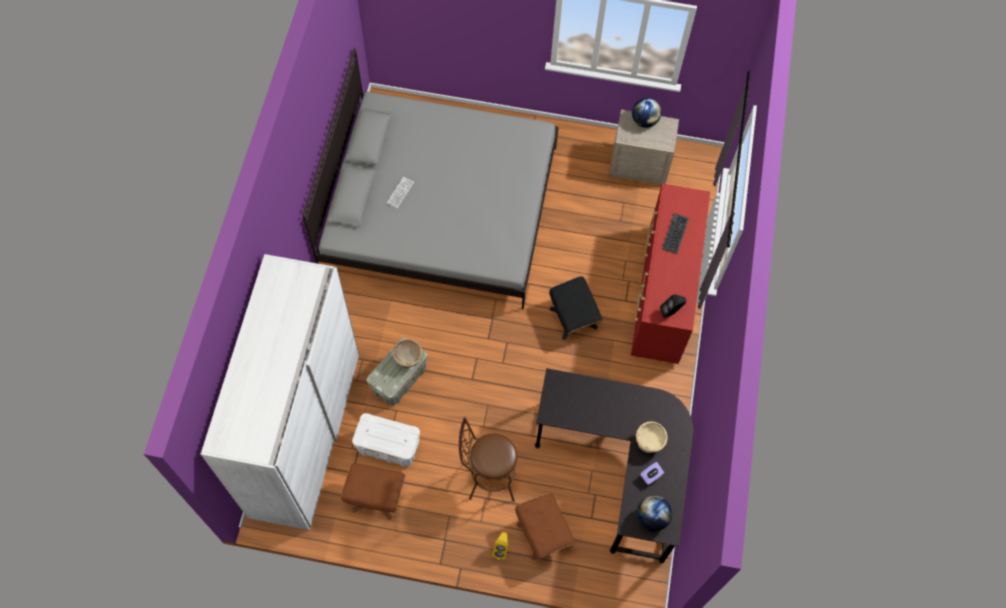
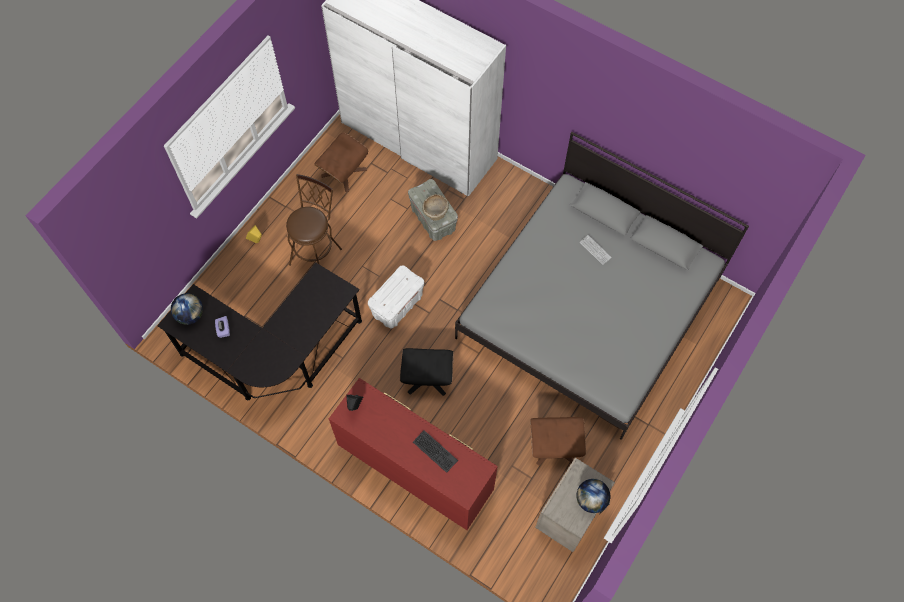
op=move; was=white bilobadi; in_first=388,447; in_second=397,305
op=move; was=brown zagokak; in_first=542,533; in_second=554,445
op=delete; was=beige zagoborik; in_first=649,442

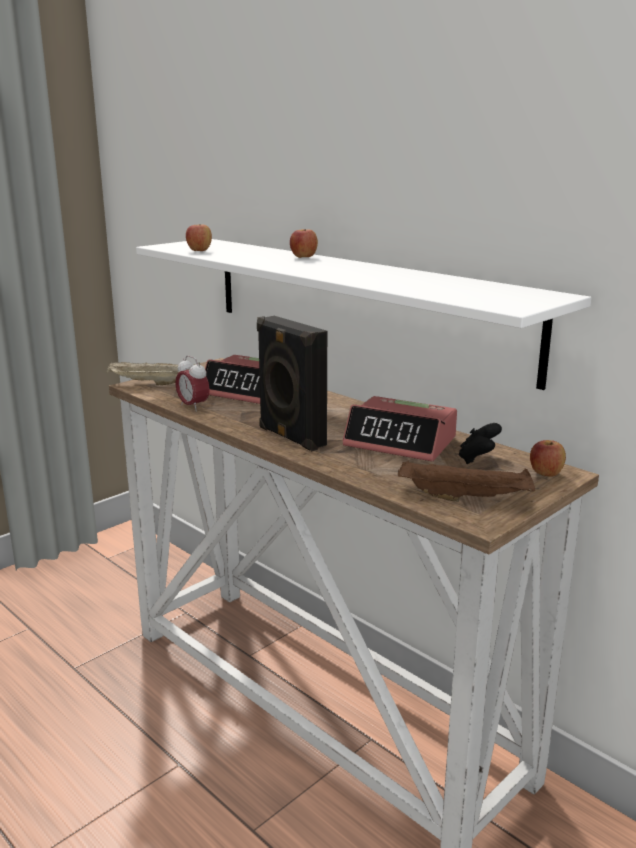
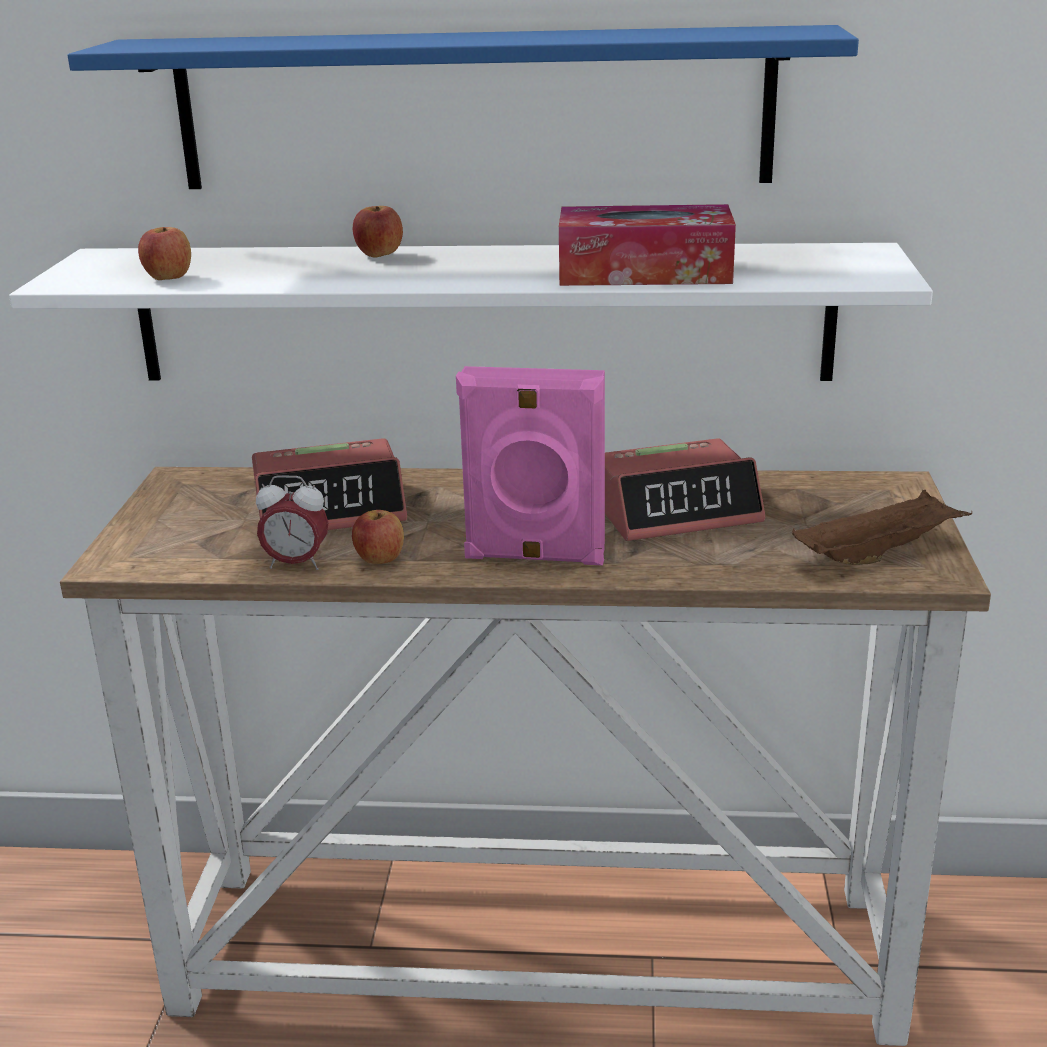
op=delete; was=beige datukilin; in_first=152,384
op=recolor; was=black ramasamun; now=pink ramasamun; in_first=290,437; in_second=534,557
op=delete; was=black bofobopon; in_first=478,459
op=move; was=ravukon; in_first=545,474; in_second=379,560
op=insert; now=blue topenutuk; in_second=472,110
op=insert; now=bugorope; in_second=644,273

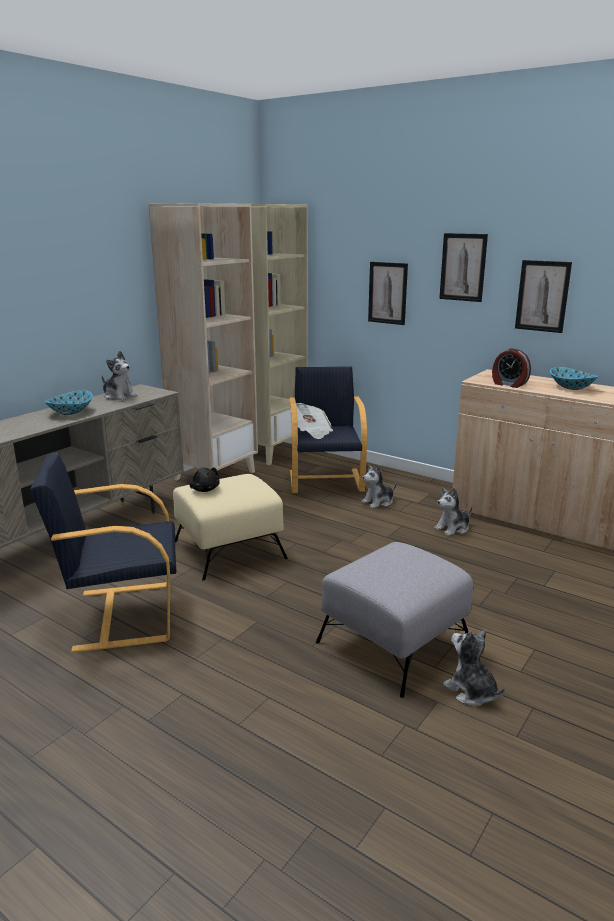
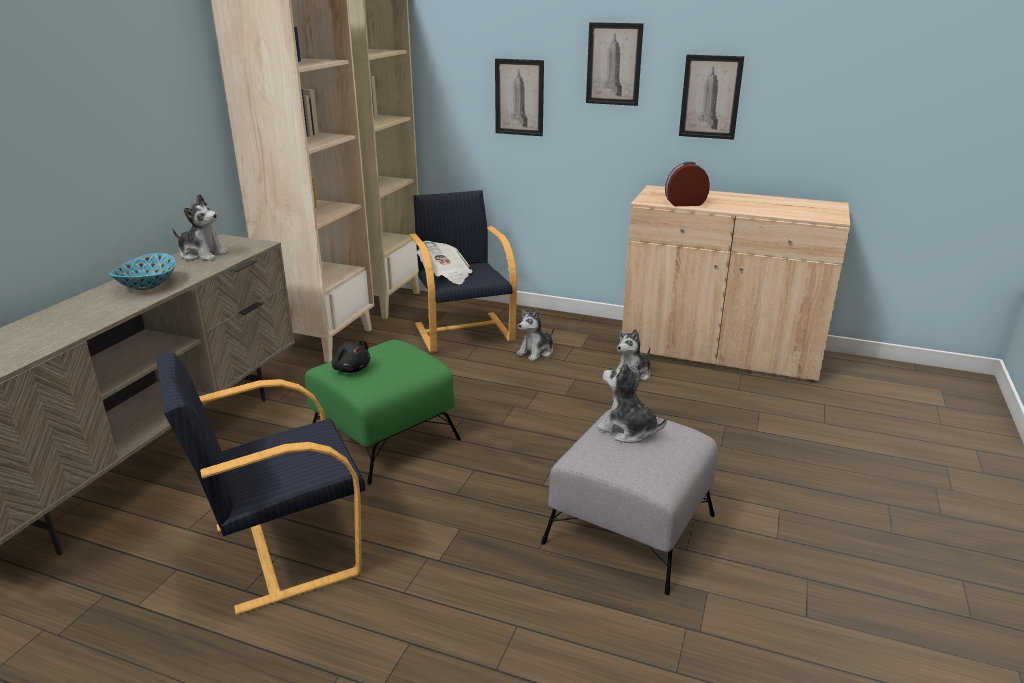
op=recolor; was=beige zagokak; now=green zagokak; in_first=230,549; in_second=385,437
op=move; was=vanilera; in_first=471,692; in_second=628,431
op=rotate; was=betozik; in_first=509,384; in_second=685,203; clockwise=150
op=delete; was=zagoborik; in_first=571,387

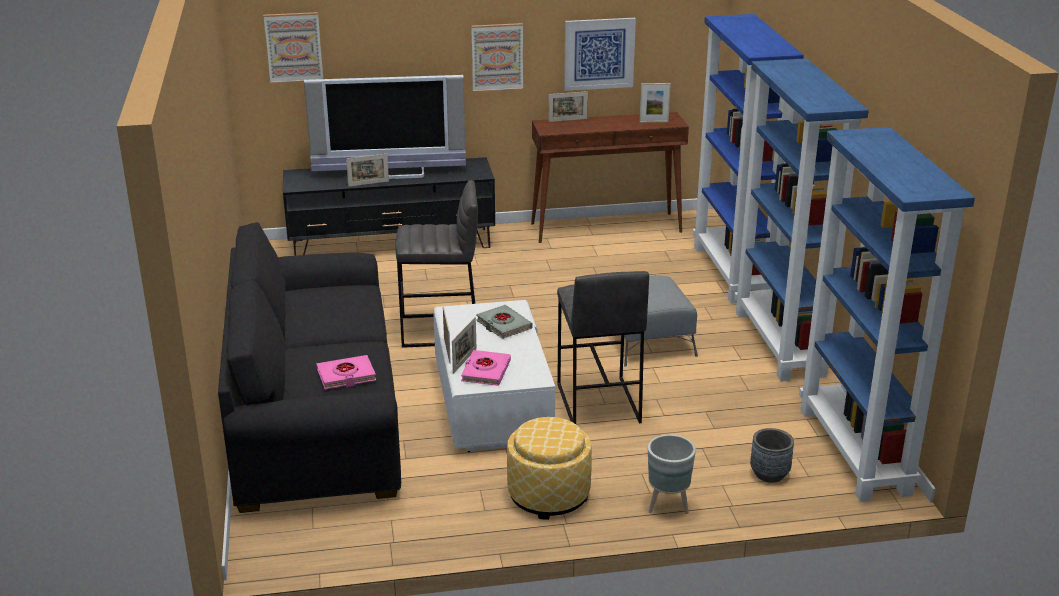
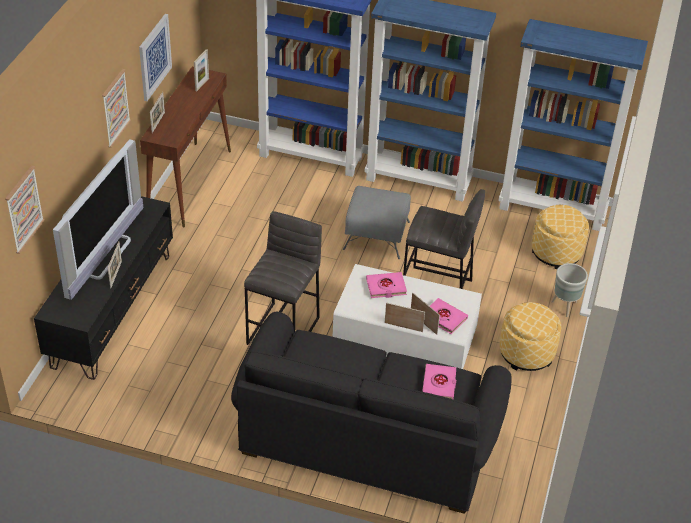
op=recolor; was=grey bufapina; now=pink bufapina; in_first=503,325; in_second=386,287
op=replace; was=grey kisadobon; now=zagokak; in_first=769,474; in_second=556,252

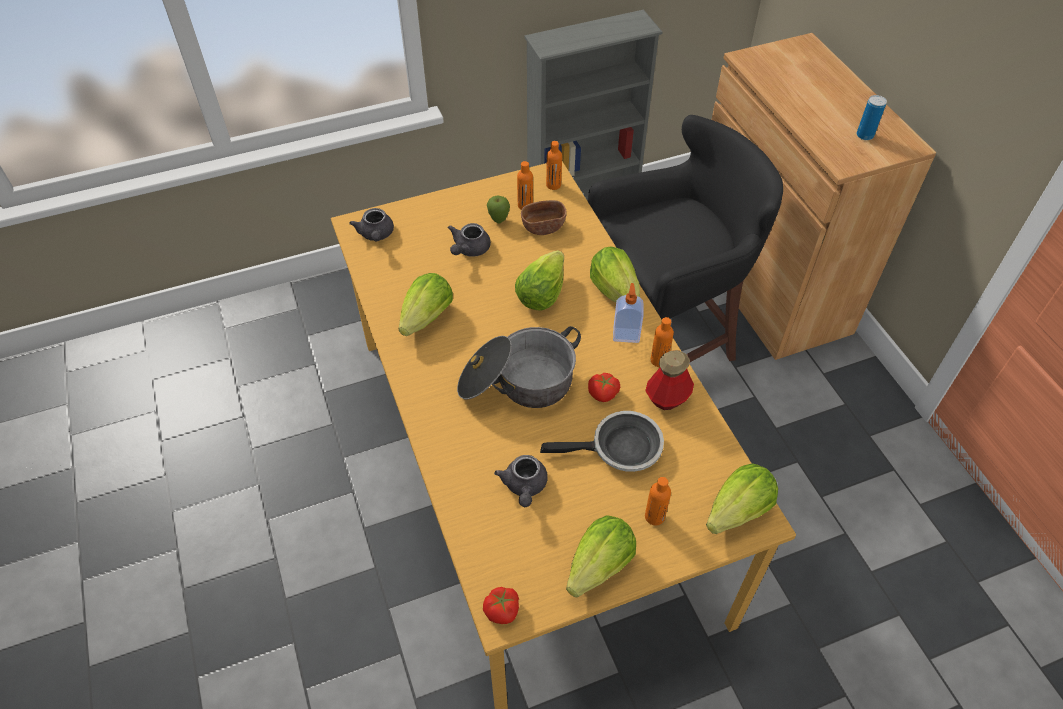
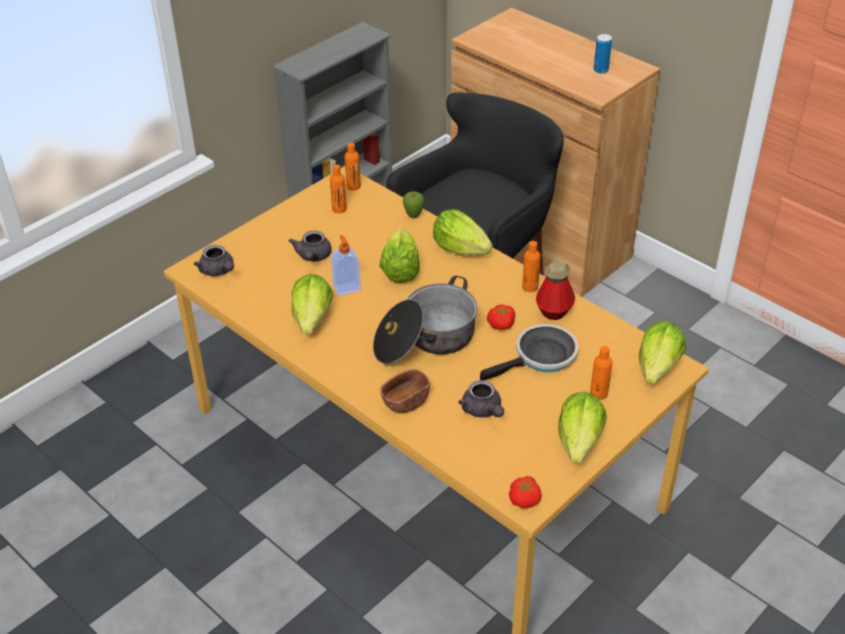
op=move; was=ravukon; in_first=498,220; in_second=413,216
op=move; was=brown zagoborik; in_first=543,226; in_second=405,401
op=move; was=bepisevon; in_first=626,334; in_second=346,288

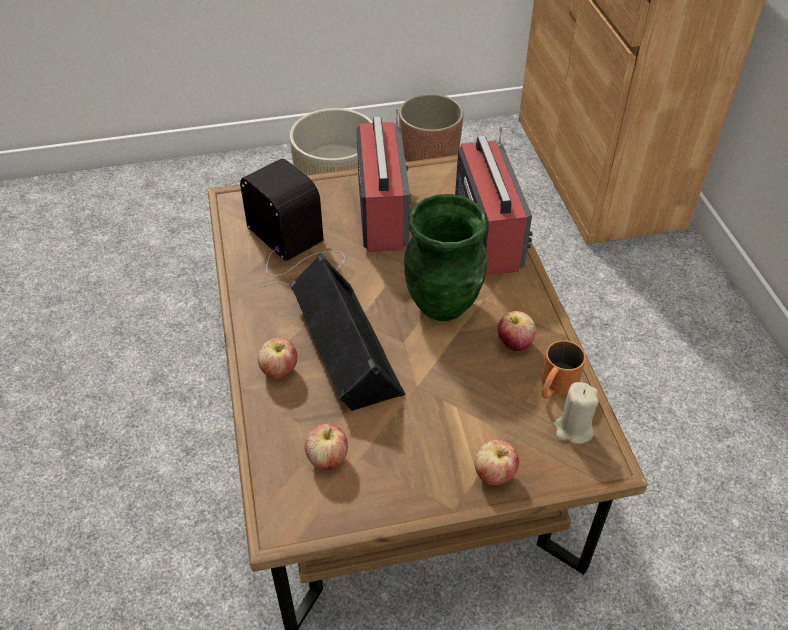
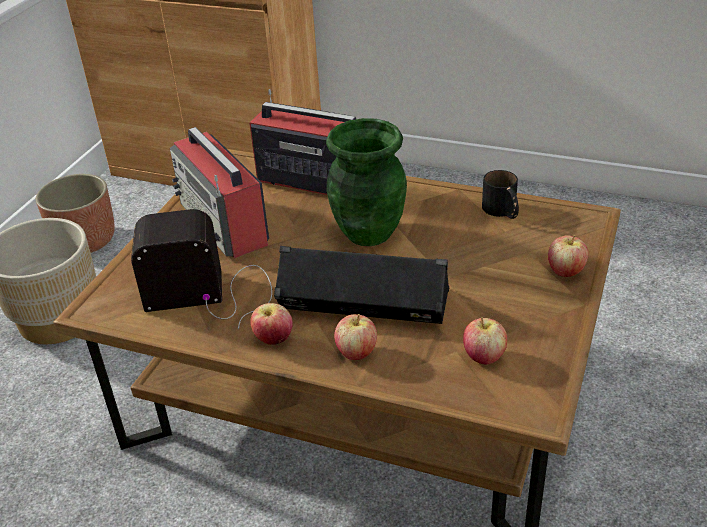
op=rotate; was=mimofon; in_first=382,211; in_second=224,224; clockwise=-150
op=move; was=ravukon; in_first=514,343; in_second=273,339
op=recolor; was=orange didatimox; now=black didatimox; in_first=555,385; in_second=503,211
op=delete; was=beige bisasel; in_first=573,429

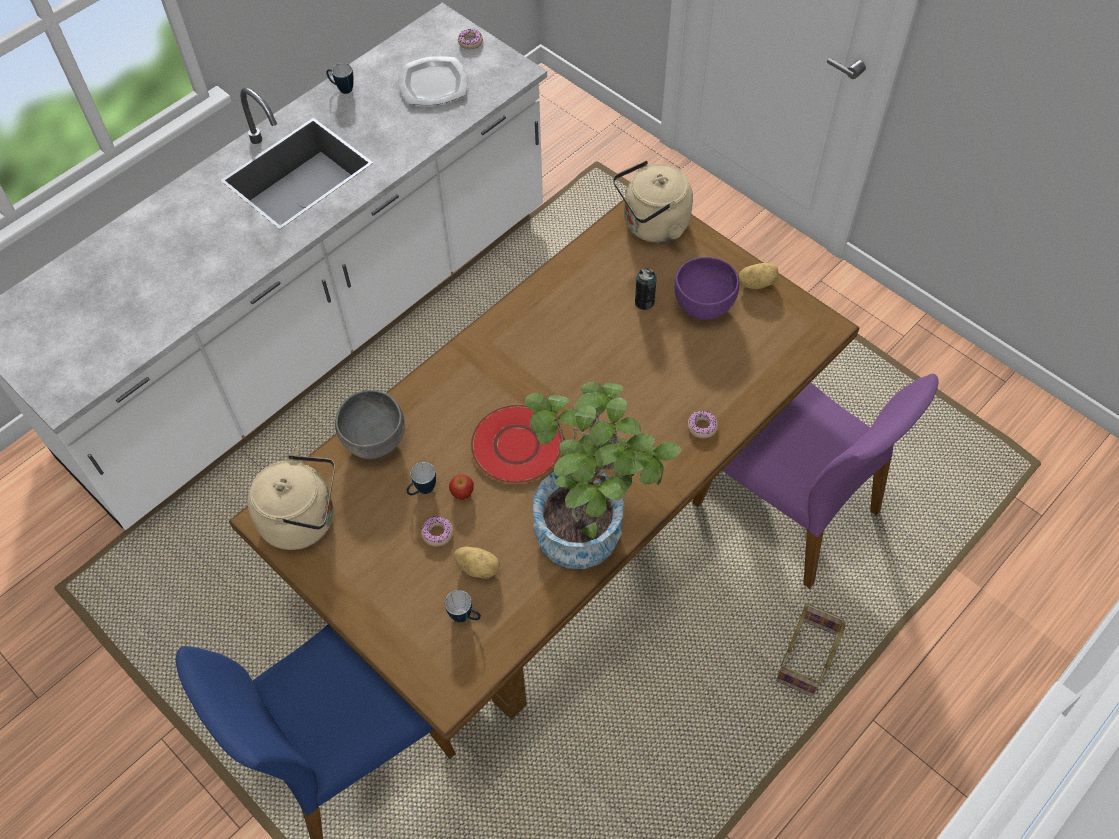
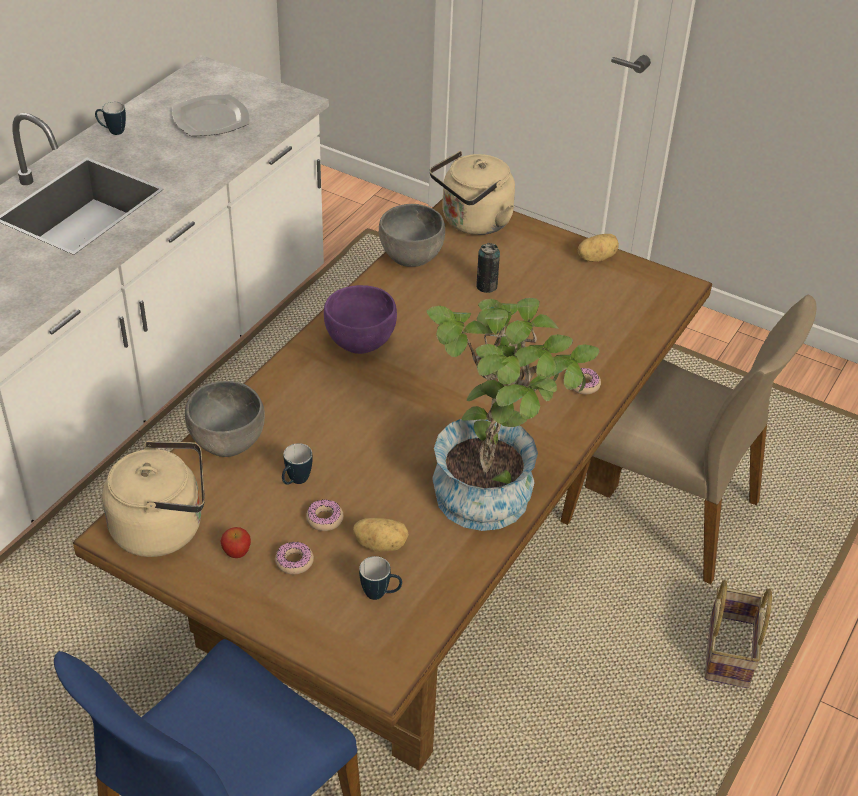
op=move; was=ravukon; in_first=462,493; in_second=237,552
op=move; was=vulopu; in_first=470,42; in_second=294,561
op=delete; was=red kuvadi; in_first=517,445
op=move; was=purple zagoborik; in_first=703,306; in_second=360,343
op=recolor; was=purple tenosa; now=beige tenosa; in_first=789,507; in_second=664,511
op=insert; now=grey zagoborik; in_second=411,258

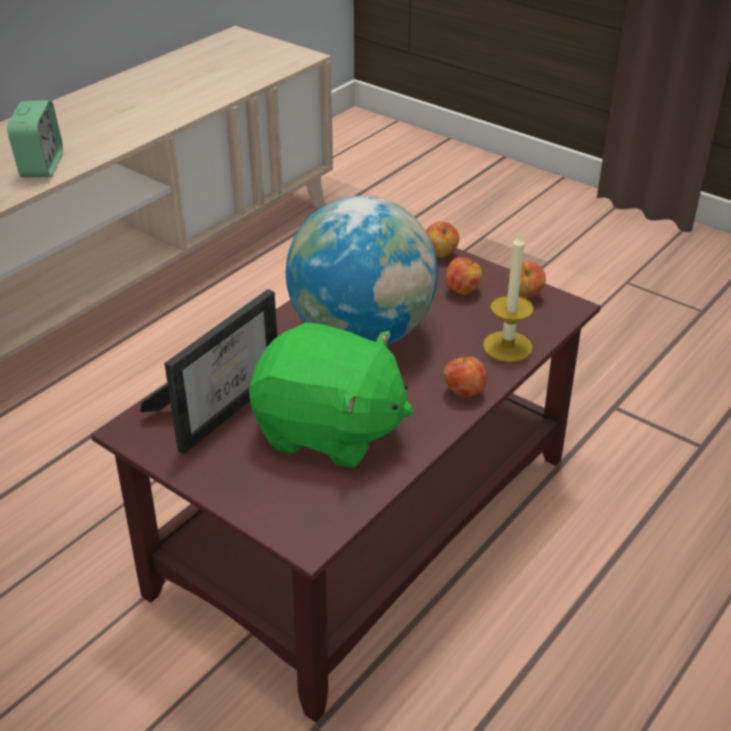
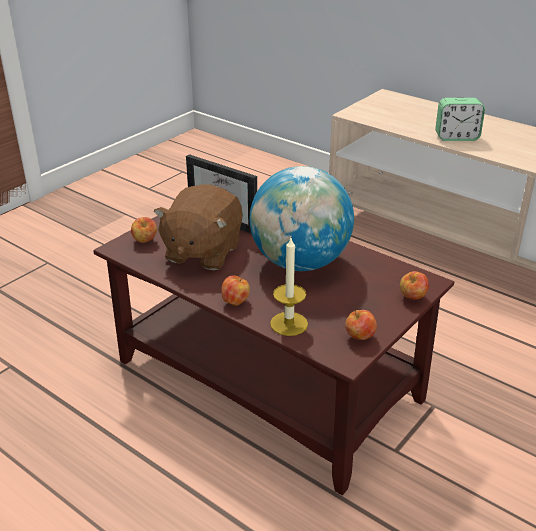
op=recolor; was=green vanilera; now=brown vanilera; in_first=329,431; in_second=202,252
op=move; was=ravukon; in_first=462,291; in_second=145,241

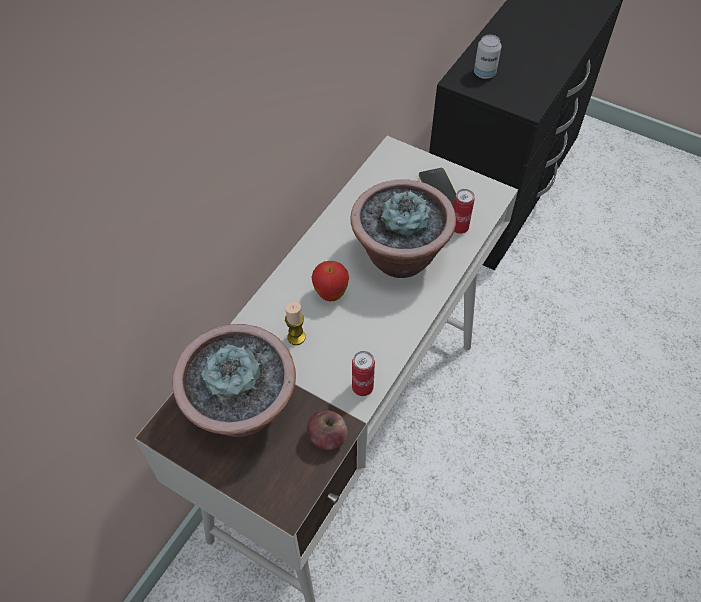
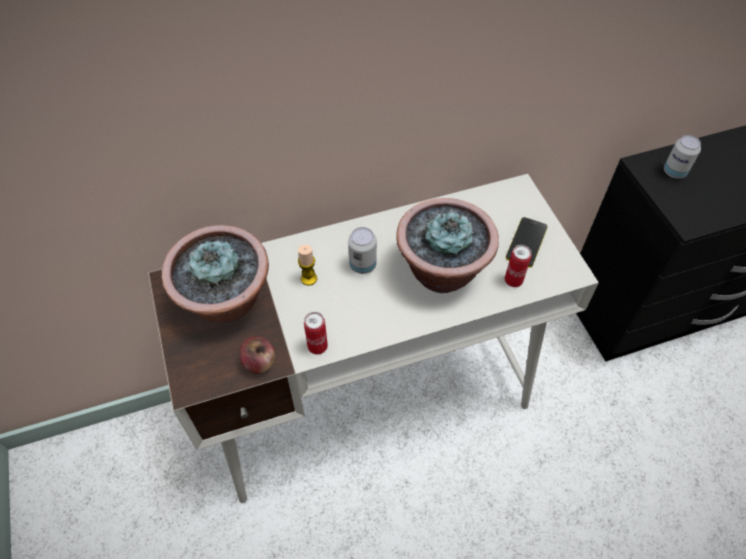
op=replace; was=ravukon; now=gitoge; in_first=330,294; in_second=362,265

